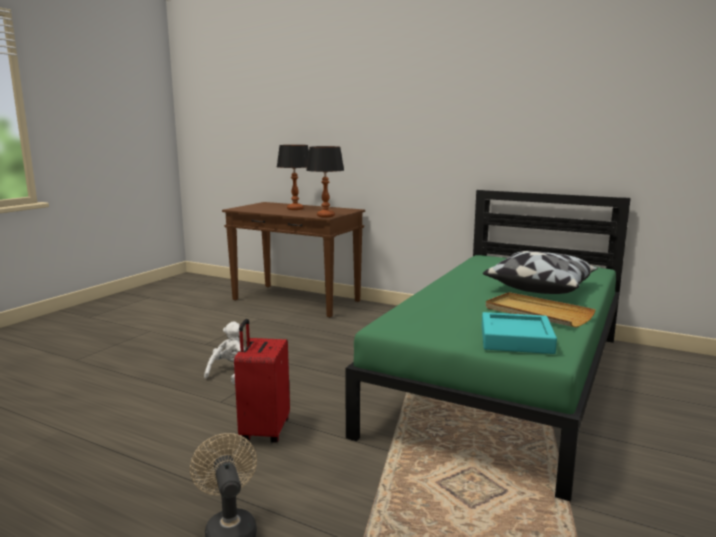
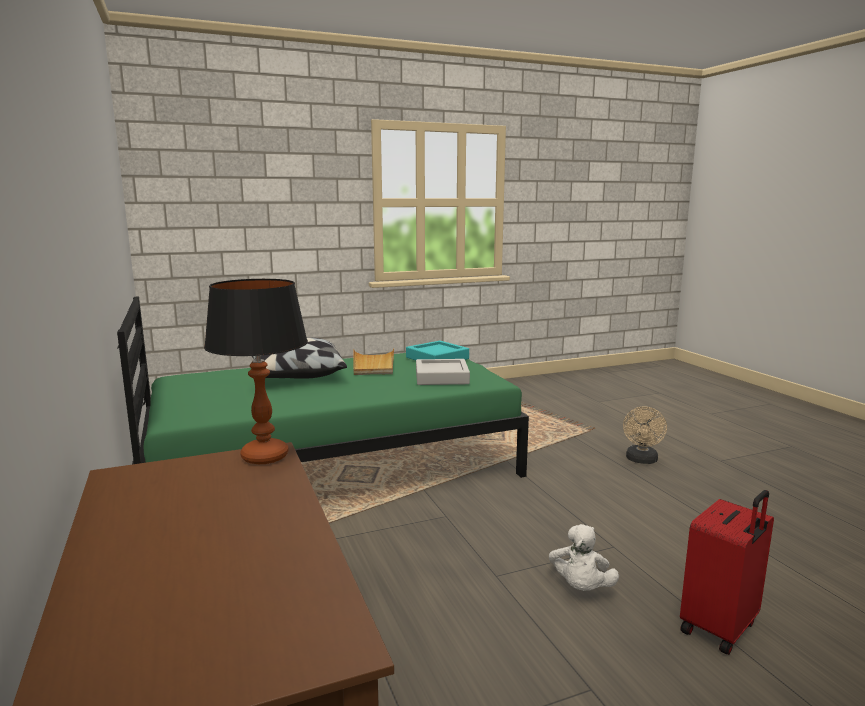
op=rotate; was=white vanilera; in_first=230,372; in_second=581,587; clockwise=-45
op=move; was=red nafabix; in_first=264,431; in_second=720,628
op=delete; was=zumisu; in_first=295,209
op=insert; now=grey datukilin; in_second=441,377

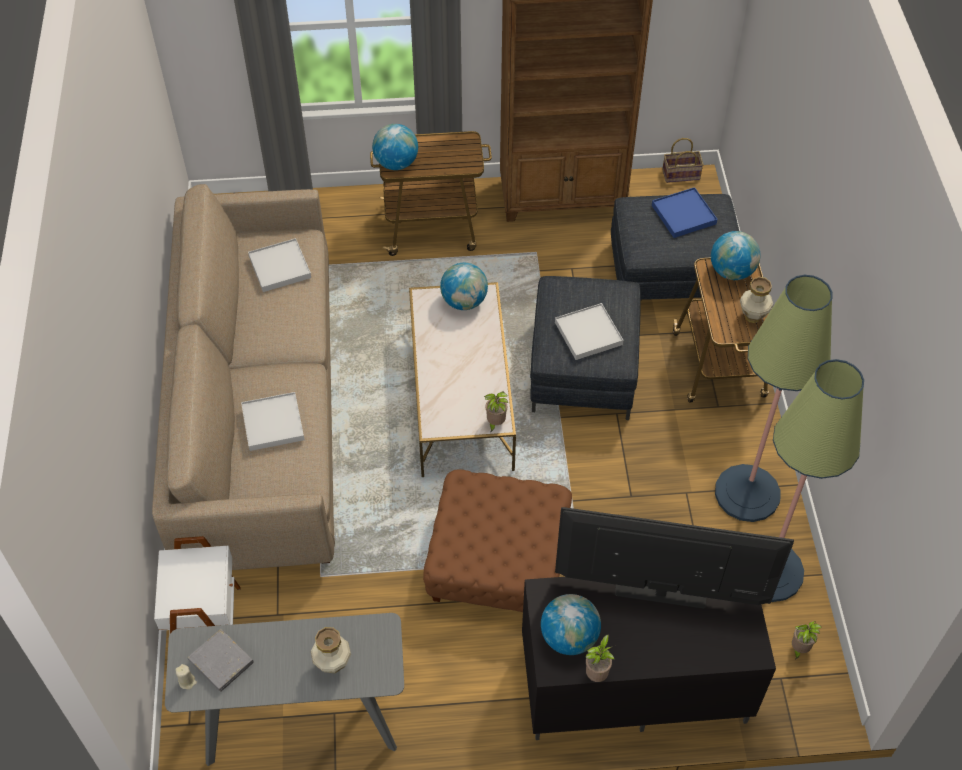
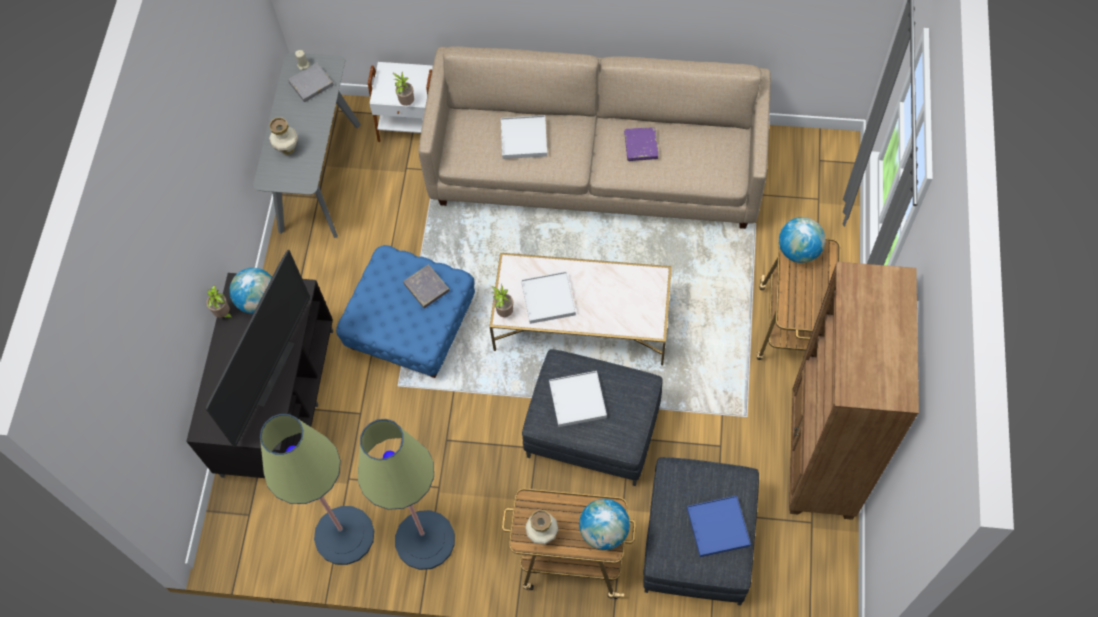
op=move; was=white datukilin; in_first=280,267; in_second=548,299
op=recolor; was=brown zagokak; now=blue zagokak; in_first=498,561; in_second=411,323
op=delete; was=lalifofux; in_first=464,301
op=delete; was=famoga; in_first=681,174
op=move; was=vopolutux; in_first=799,649; in_second=406,102
op=insert; now=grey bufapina; in_second=426,287
op=insert; now=purple bufapina; in_second=641,145

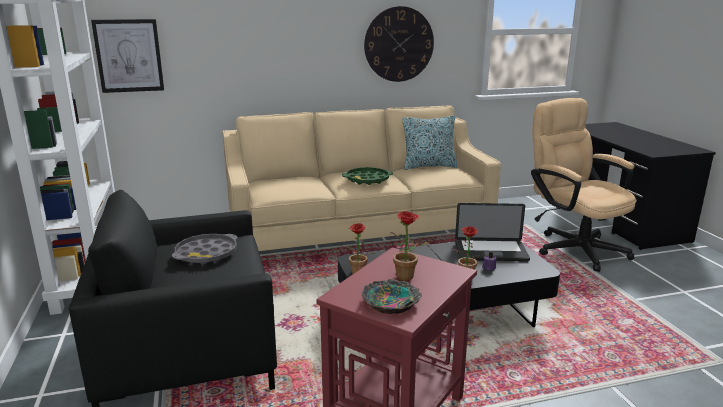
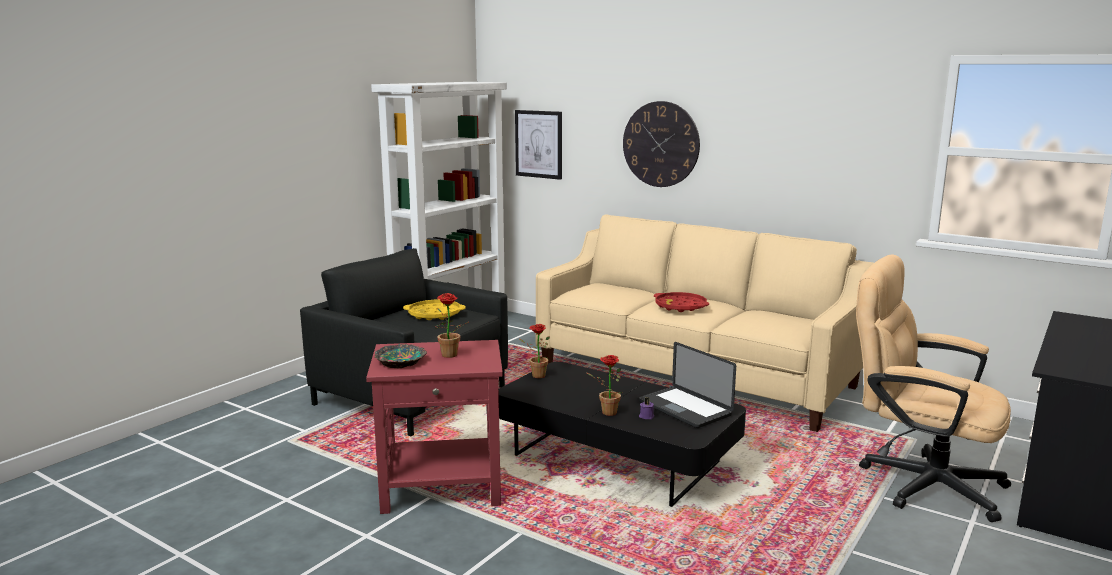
op=recolor; was=grey datukilin; now=yellow datukilin; in_first=206,254; in_second=434,314
op=recolor; was=green datukilin; now=red datukilin; in_first=367,179; in_second=680,306
op=move; was=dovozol; in_first=399,44; in_second=661,144
op=delete; was=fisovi; in_first=429,166
op=rotate; was=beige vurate; in_first=574,247; in_second=918,482; clockwise=-75

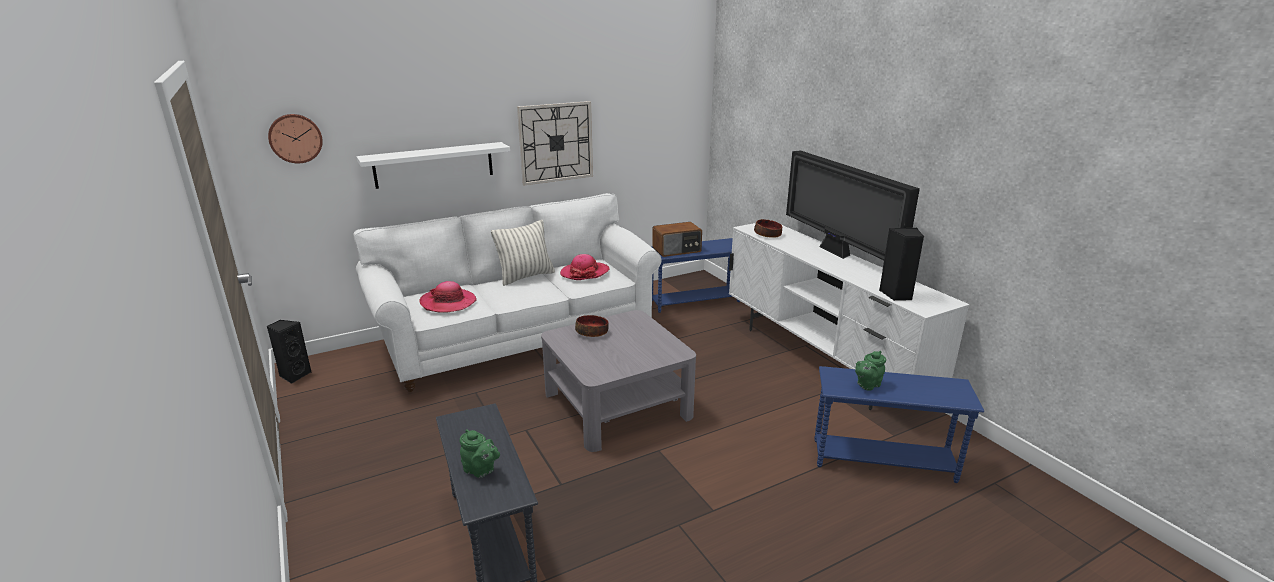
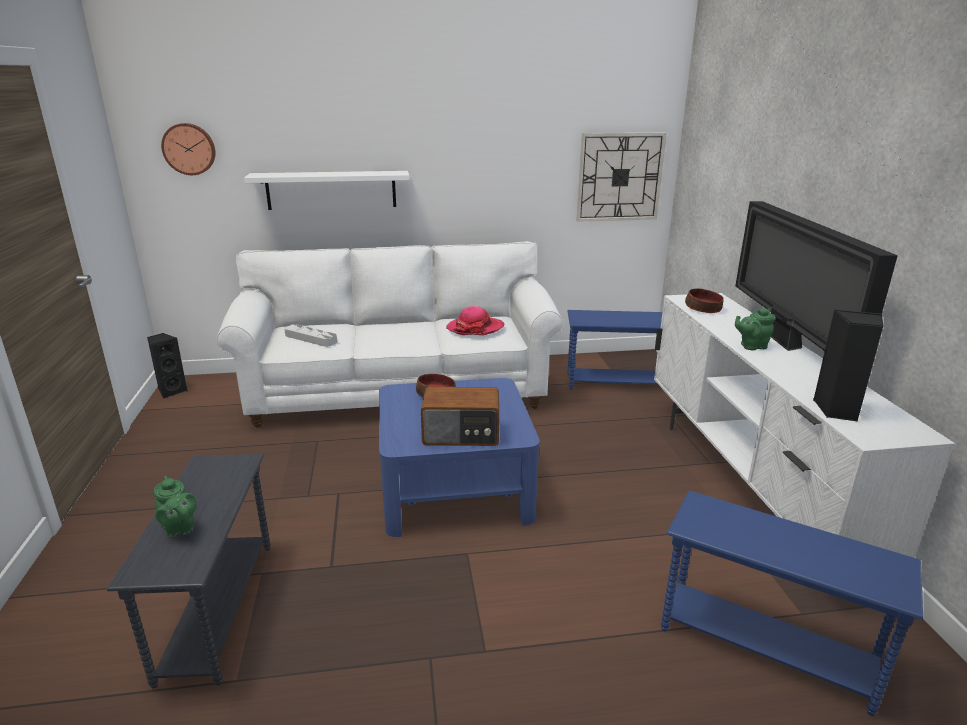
op=replace; was=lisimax; now=grey datukilin; in_first=448,302; in_second=311,338
op=delete; was=fisovi; in_first=525,276
op=move; was=dovozol; in_first=556,142; in_second=619,177
op=recolor; was=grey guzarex; now=blue guzarex; in_first=617,404; in_second=455,486
op=move; was=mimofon; in_first=677,250; in_second=461,434
op=move; was=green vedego; in_first=867,385; in_second=751,346

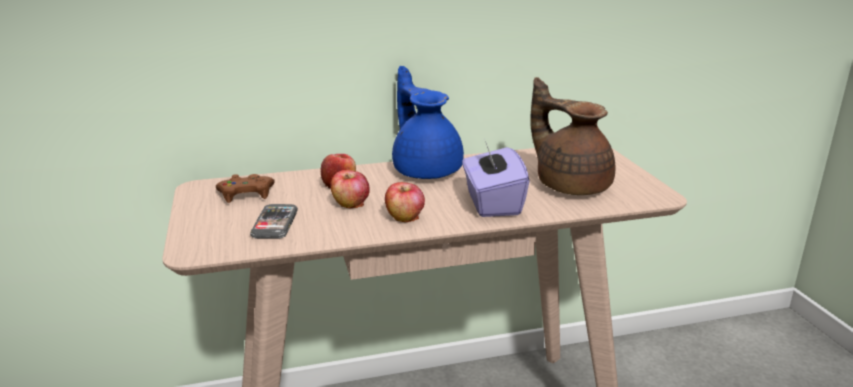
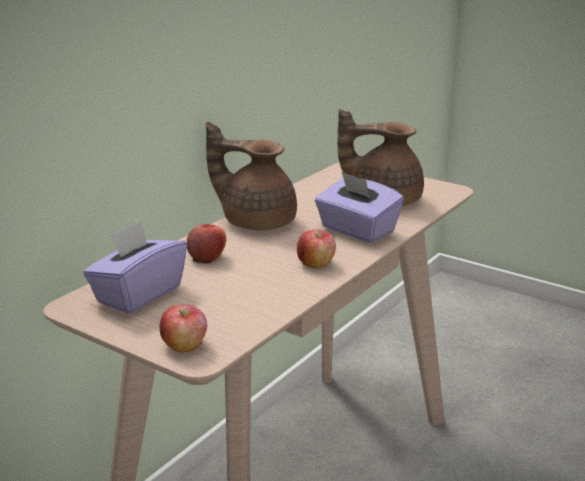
op=replace; was=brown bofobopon; now=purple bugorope; in_first=246,194; in_second=138,294
op=delete; was=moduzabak; in_first=275,223
op=move; was=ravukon; in_first=350,204; in_second=184,345
op=recolor; was=blue vedego; now=brown vedego; in_first=426,170; in_second=256,221

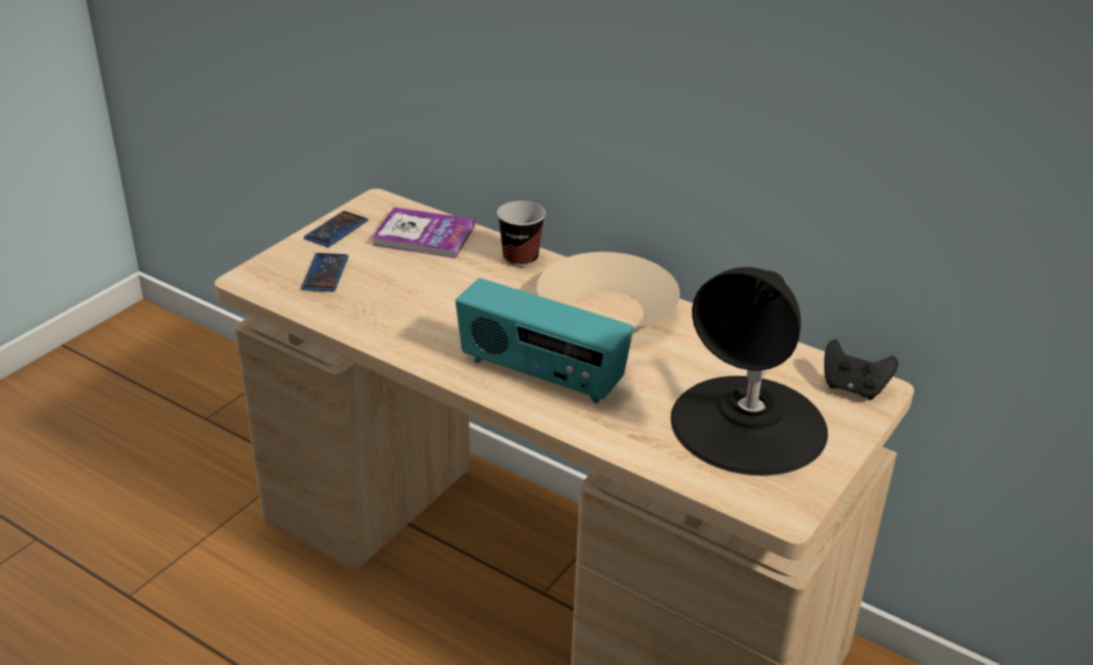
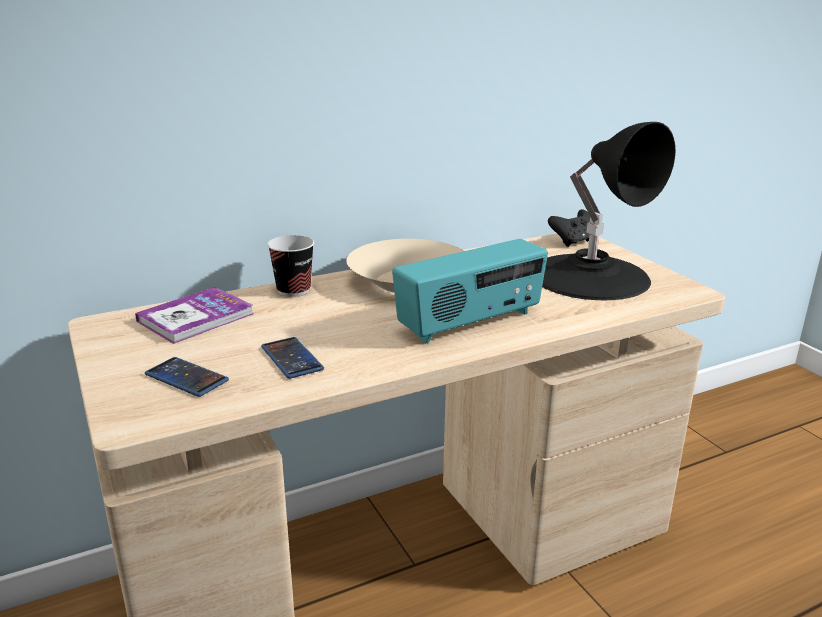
op=move; was=moduzabak; in_first=336,230; in_second=291,358

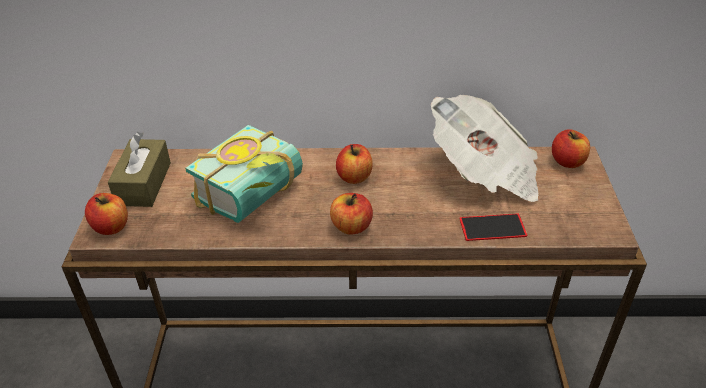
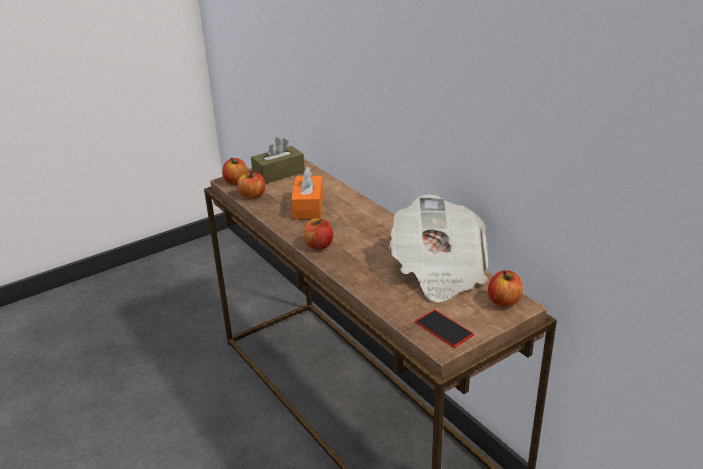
op=replace; was=bufapina; now=orange bugorope; in_first=256,197; in_second=308,207
op=move; was=ravukon; in_first=354,177; in_second=252,196
op=move; was=moduzabak; in_first=492,227; in_second=443,328

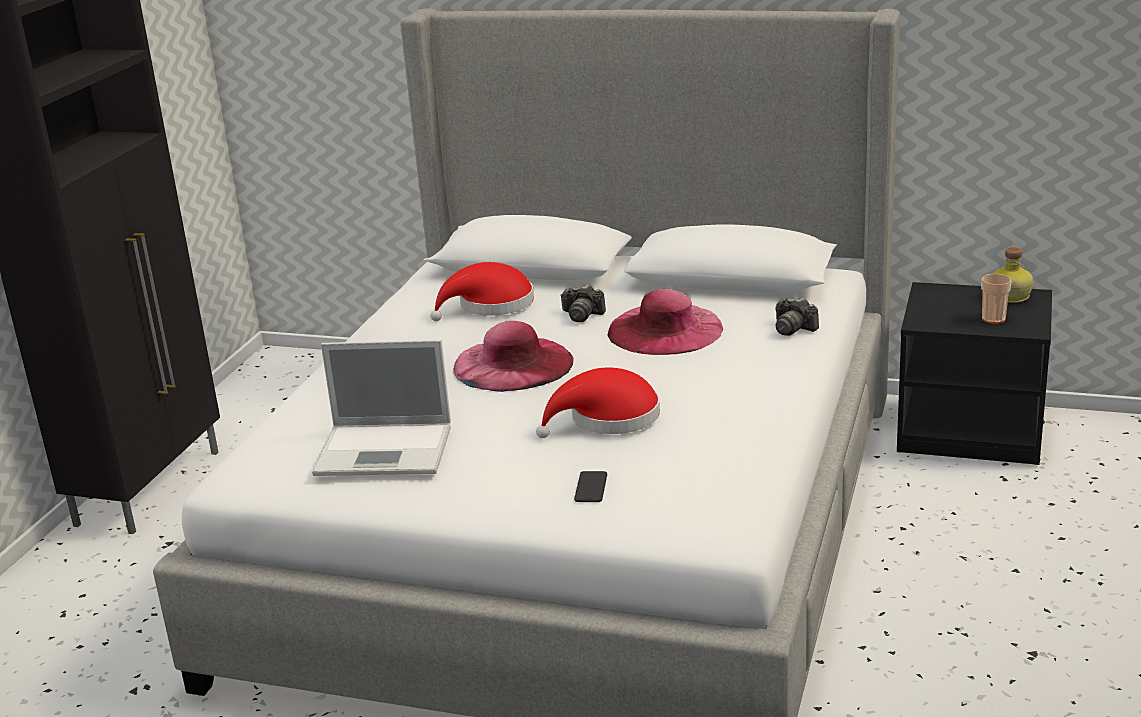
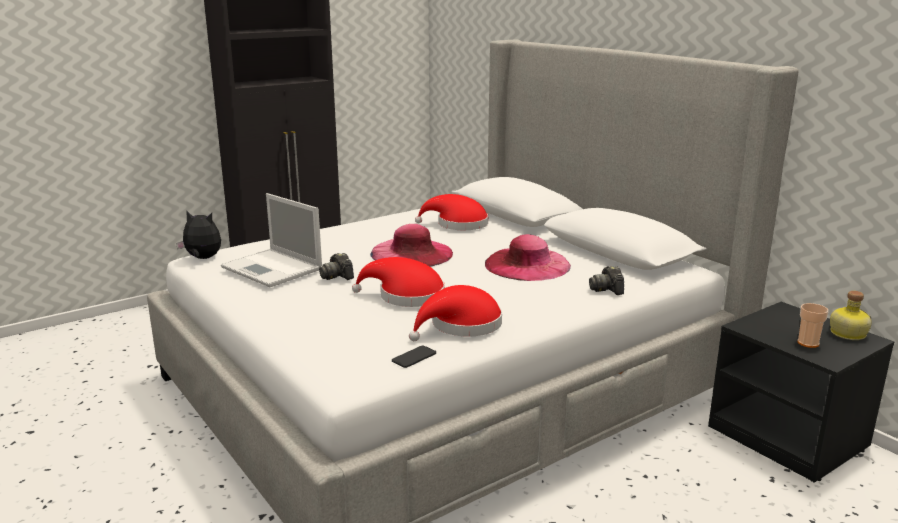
op=move; was=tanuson; in_first=582,315; in_second=337,276
op=move; was=moduzabak; in_first=591,487; in_second=414,357
op=insert; now=vanilera; in_second=202,259
op=insert; now=red lisimax; in_second=461,326

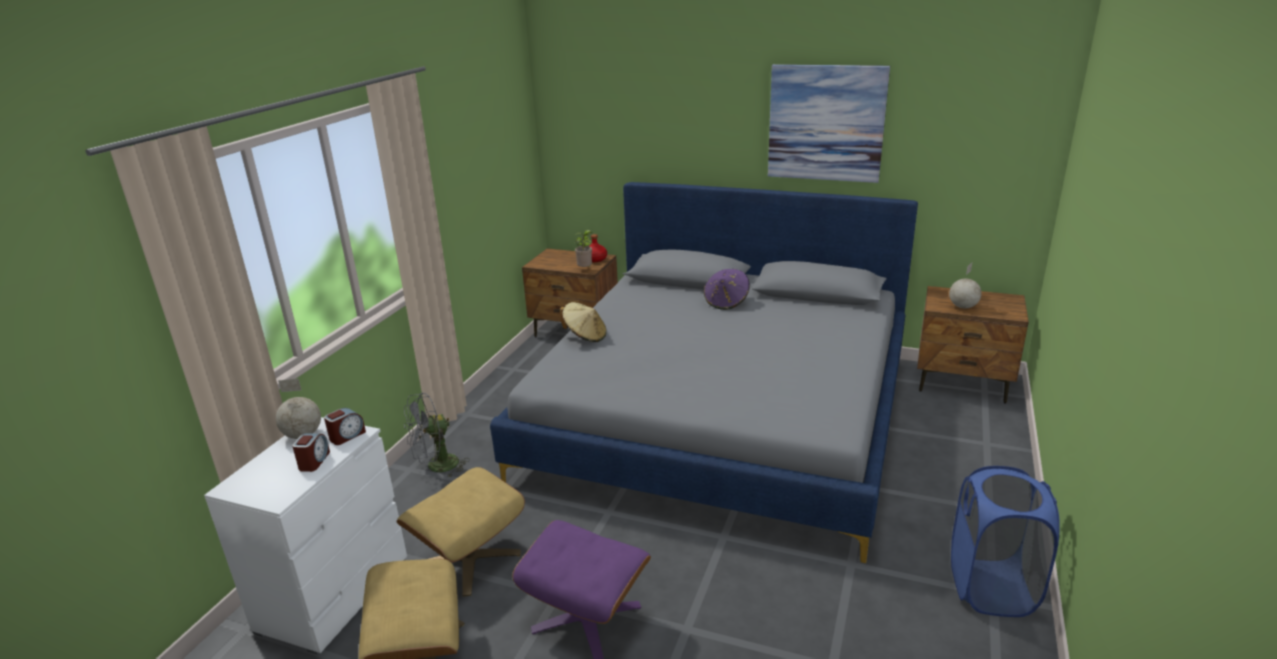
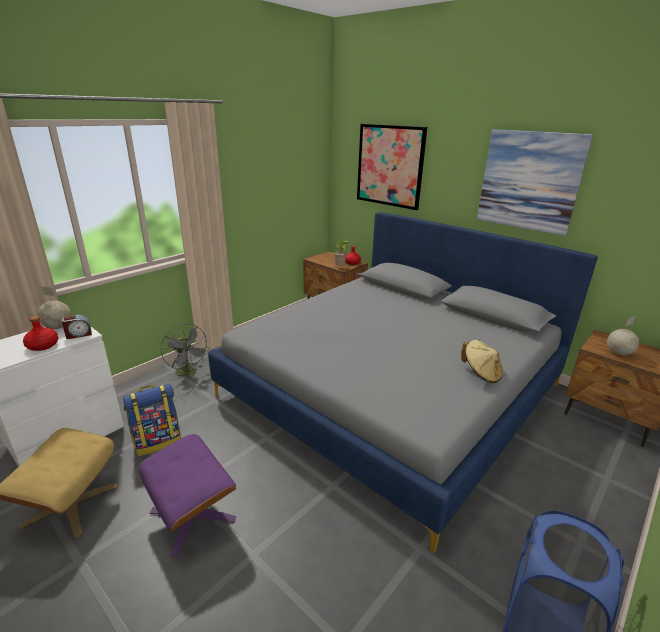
op=replace; was=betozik; now=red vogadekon; in_first=314,461; in_second=43,345
op=replace; was=beige zagokak; now=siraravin; in_first=469,558; in_second=158,441
op=rotate; was=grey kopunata; in_first=437,467; in_second=189,373; clockwise=-120
op=move; was=beige lisimax; in_first=585,336; in_second=481,373
op=delete; was=purple lisimax; in_first=726,302
op=insert; now=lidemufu; in_second=390,166

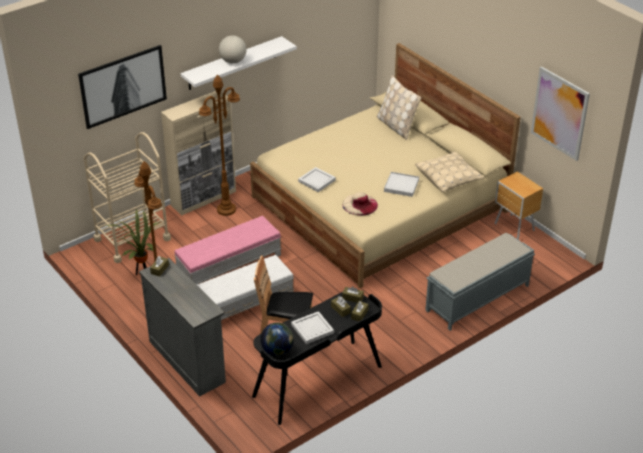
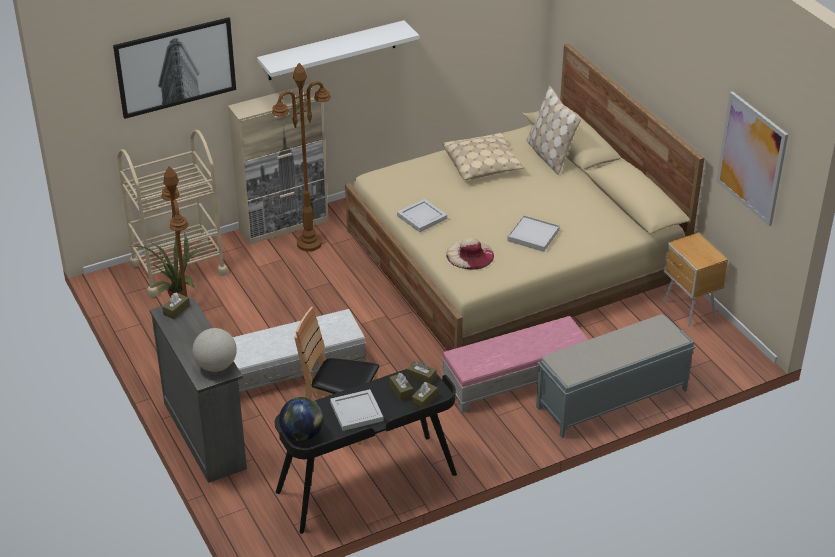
op=move; was=pink zagokak; in_first=228,264; in_second=515,378
op=move; was=lalifofux; in_first=233,61; in_second=216,366
op=move; was=beige fisovi; in_first=449,177; in_second=482,164

